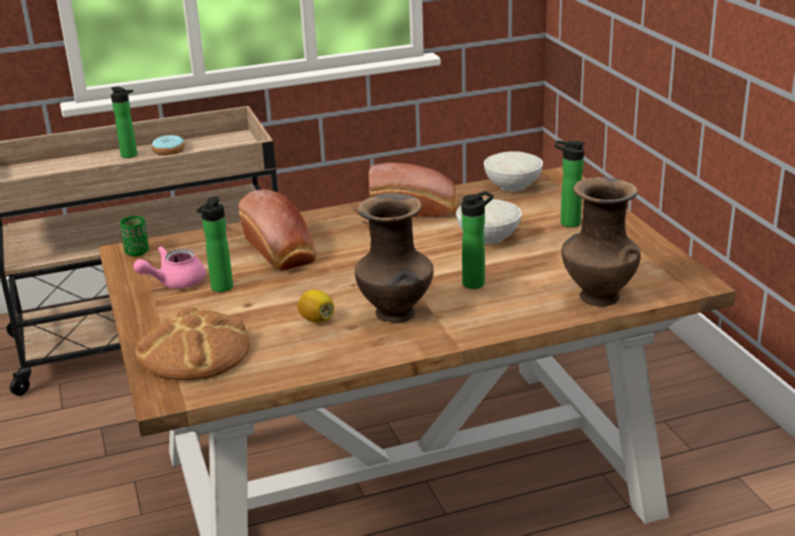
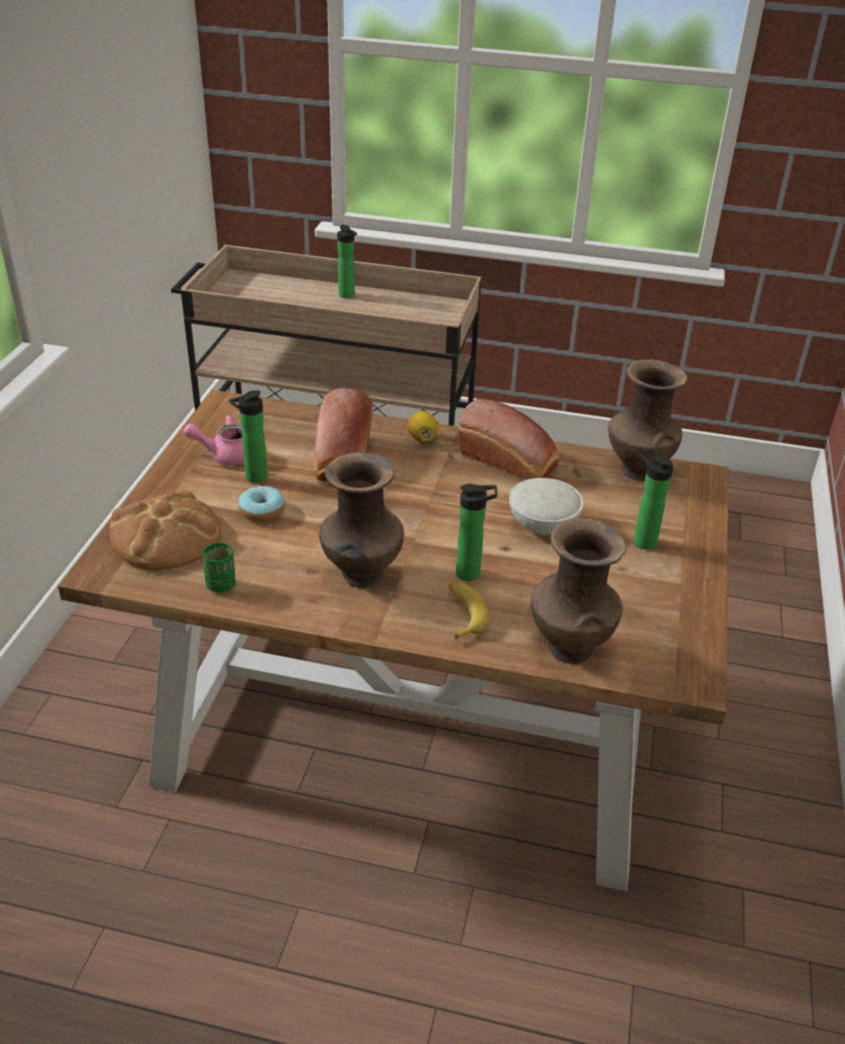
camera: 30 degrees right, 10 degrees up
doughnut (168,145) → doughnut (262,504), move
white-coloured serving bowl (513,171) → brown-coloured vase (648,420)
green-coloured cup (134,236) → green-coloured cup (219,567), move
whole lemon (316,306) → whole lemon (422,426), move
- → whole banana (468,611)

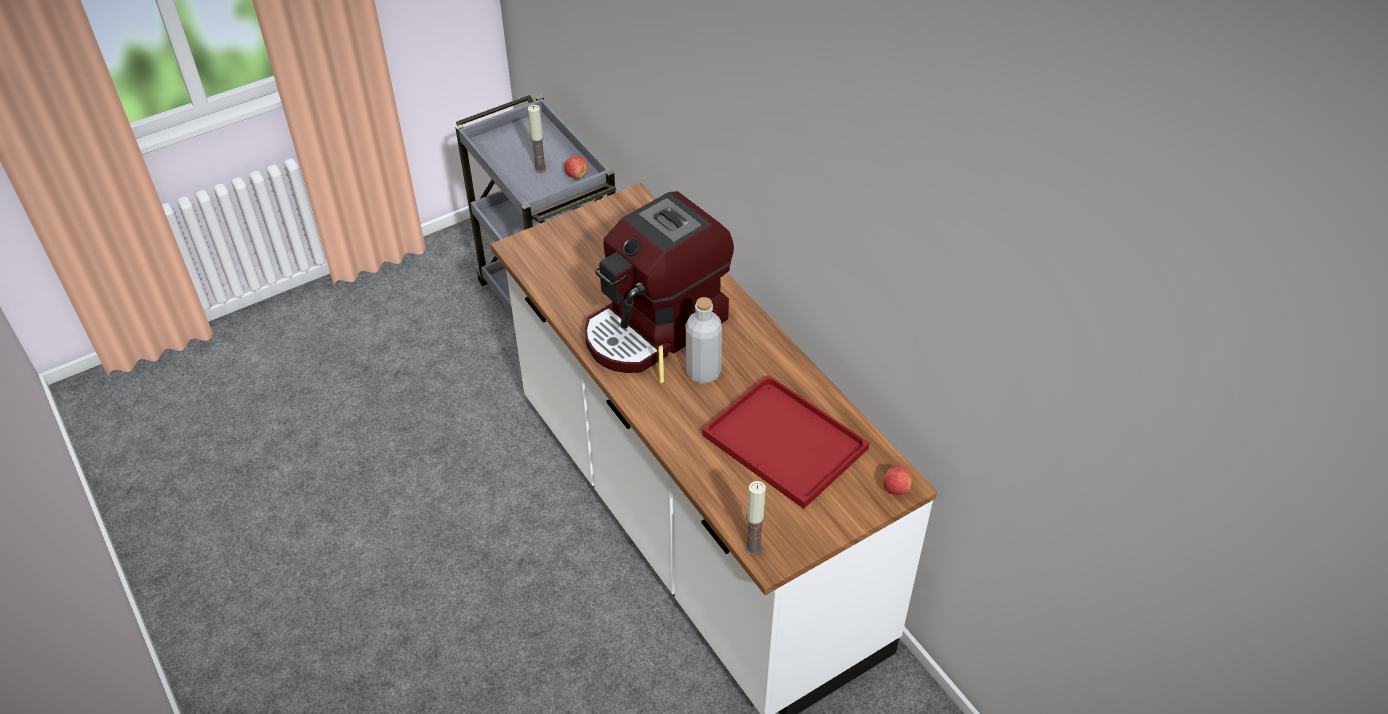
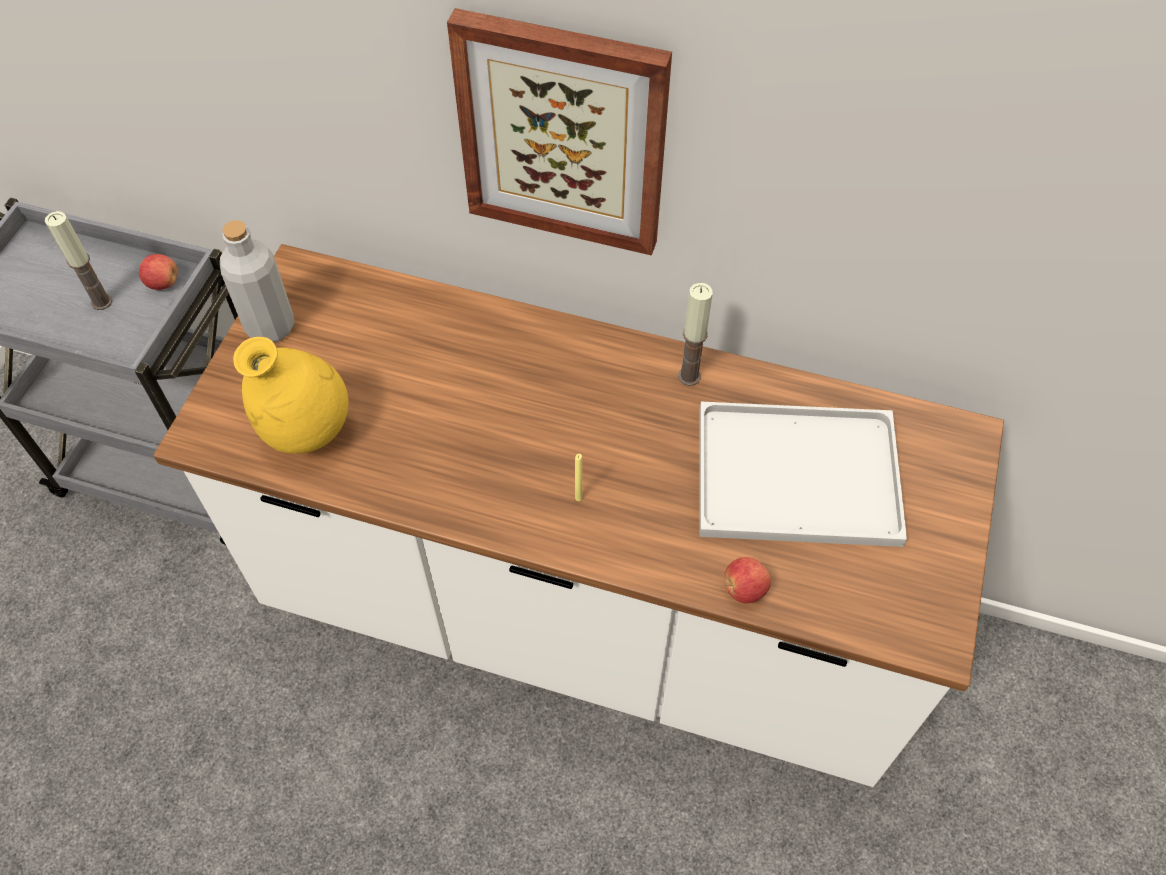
camera: 40 degrees left, 10 degrees up
coffee brewer (659,282) → -
gray drink bottle (704,340) → gray drink bottle (257,281), move
reddish carrying tray (785,442) → white-coloured carrying tray (803,474)
whole apple (898,480) → whole apple (747,580), move
wax light (755,518) → wax light (695,334), move
- → wall art (559,132)
- → yellow vase (291,395)

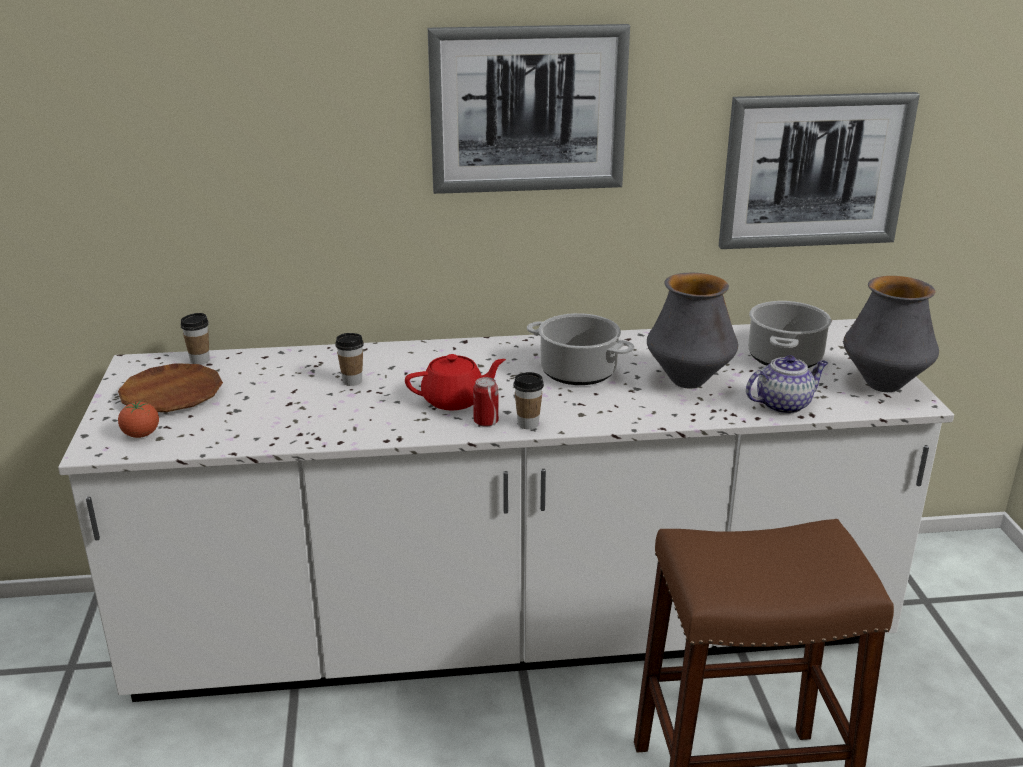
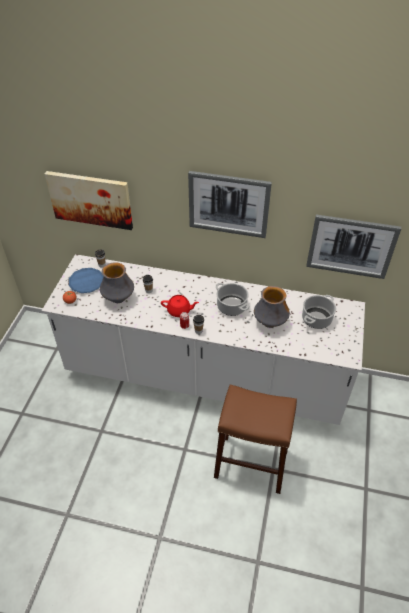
camera: 20 degrees right, 20 degrees up
vase (891,334) → vase (117,282), move
tea pot (787,384) → -
brown-coloured flat dish (170,387) → blue-coloured flat dish (86,280)
- → wall art (89,200)

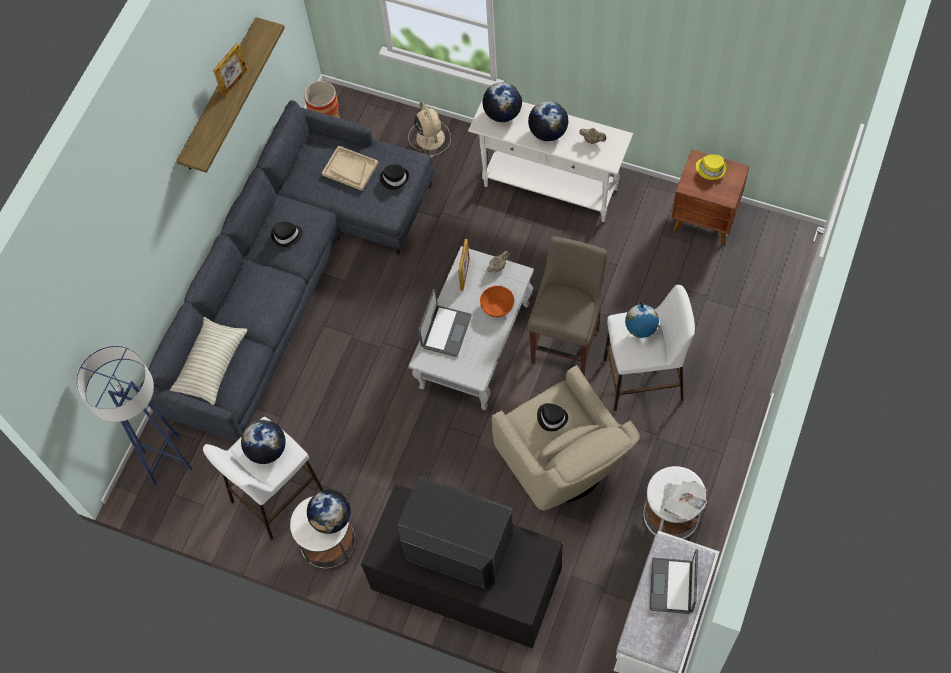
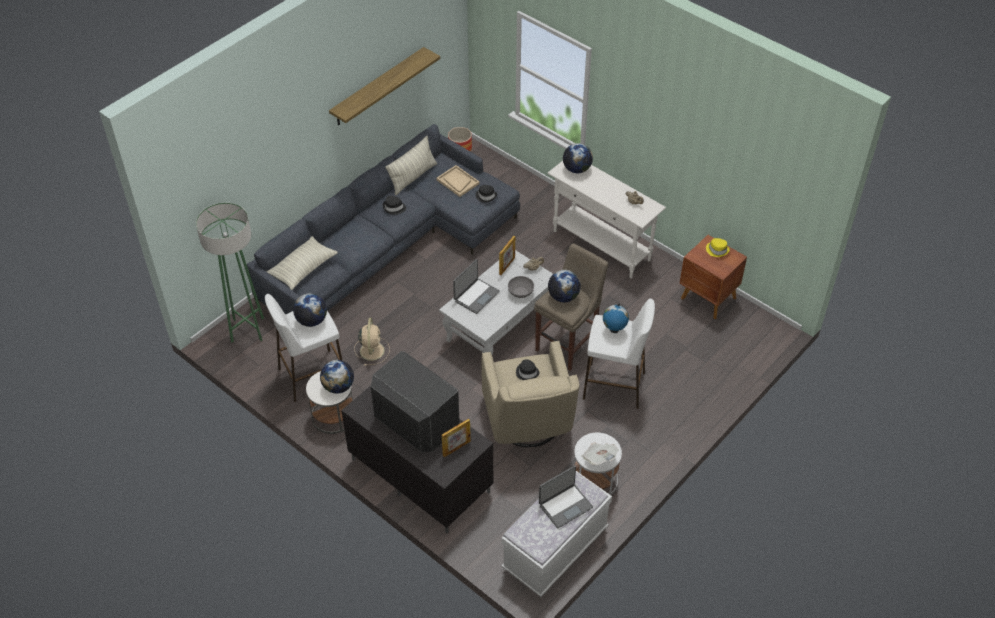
camera: 15 degrees right, 15 degrees down
standing frame (230,70) → standing frame (456,438), move
desk globe (548,121) → desk globe (564,286), move
beige-coloured fan (429,130) → beige-coloured fan (372,342), move
orangey serving bowl (497,301) → gray serving bowl (521,287)
blue-coloured standing lamp (134,416) → green-coloured standing lamp (230,272)
notebook computer (674,581) → notebook computer (566,497), 150 degrees counterclockwise
- → cushion (411,165)

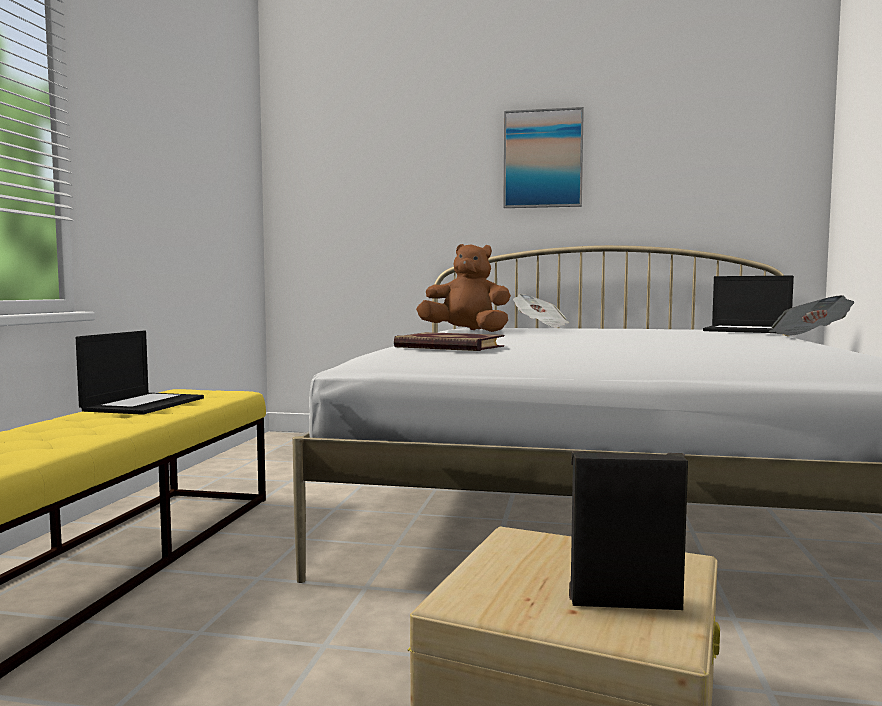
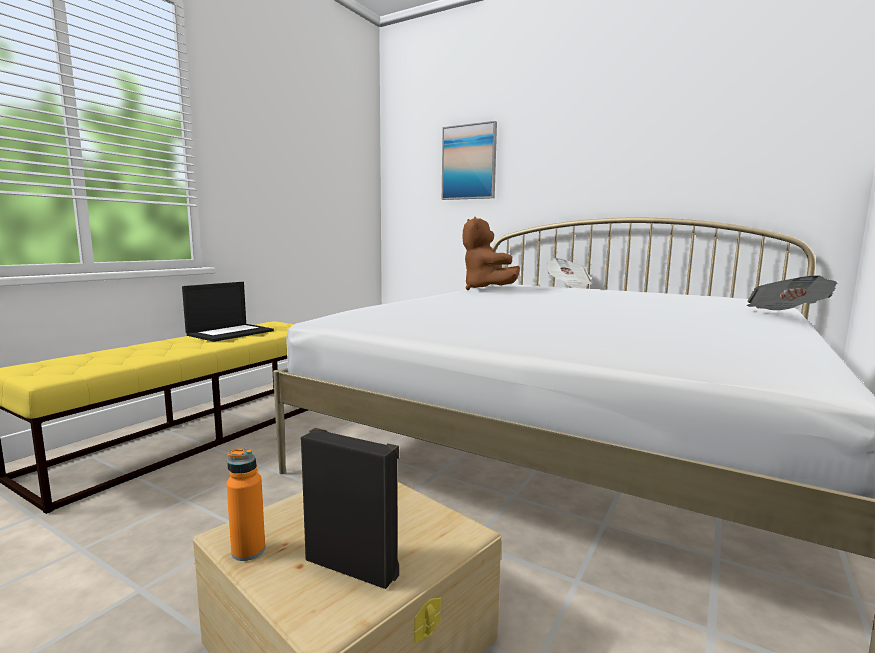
camera: 20 degrees right, 5 degrees up
wall art (543,157) → wall art (469,160), move
brown-coloured soft toy (463,288) → brown-coloured soft toy (491,253), 150 degrees counterclockwise
notebook computer (748,304) → -
book (449,341) → -
- → orangey drink bottle (245,505)

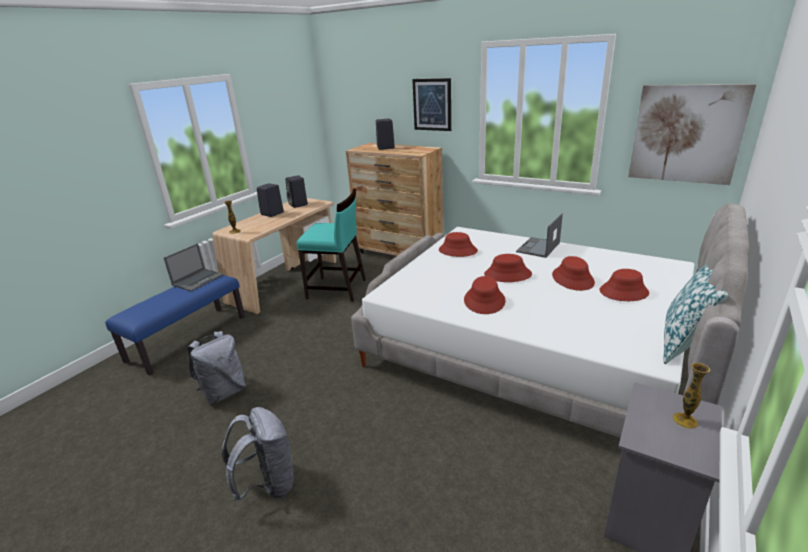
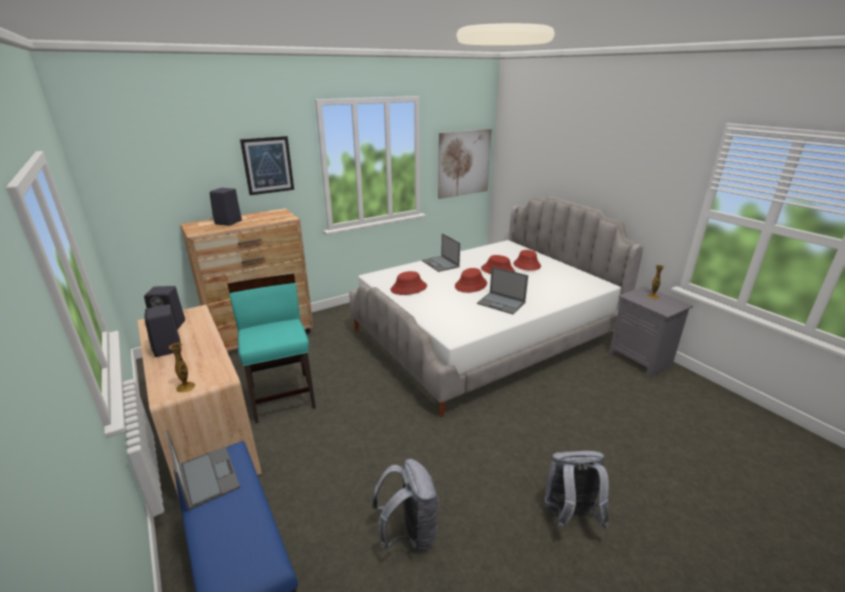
camera: 65 degrees left, 0 degrees up
blue-green plain chair (331,245) → blue-green plain chair (271,348), 60 degrees counterclockwise
cushion (695,314) → -
reddish wearable hat (485,295) → notebook computer (502,290)

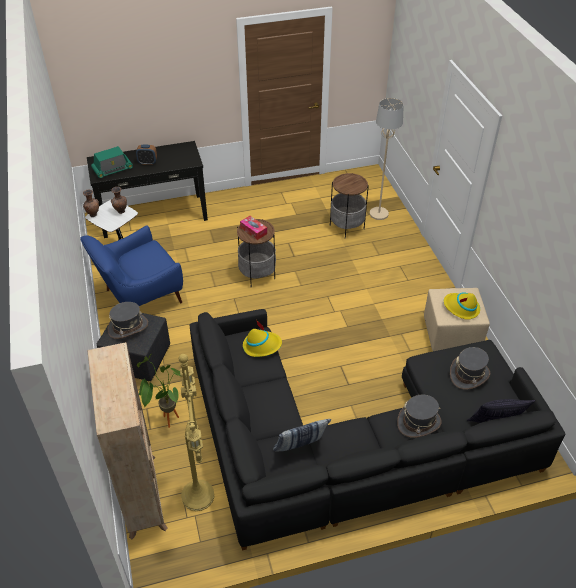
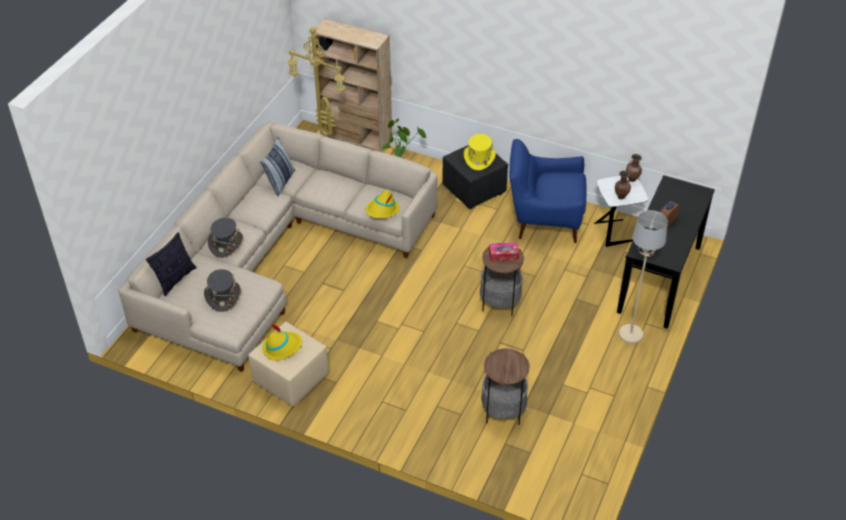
camera: 130 degrees right, 0 degrees up
beige-coloured standing lamp (387,159) → beige-coloured standing lamp (643,277), move
radio (112,162) → -
blue-coloured easy chair (131,265) → blue-coloured easy chair (547,191), 90 degrees counterclockwise
gray wearable hat (128,320) → yellow wearable hat (480,152)
blackish sofa (378,430) → beige-coloured sofa (278,246)

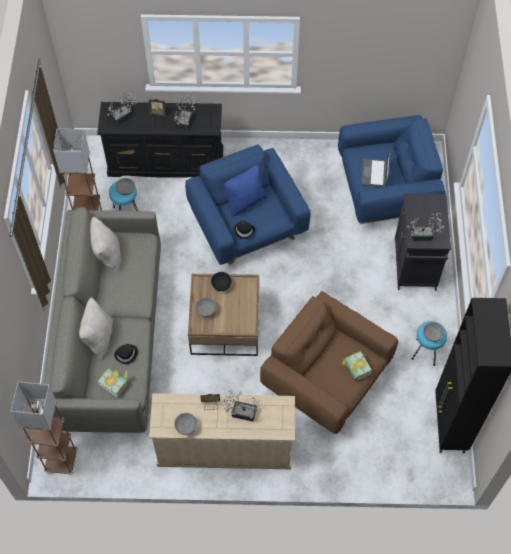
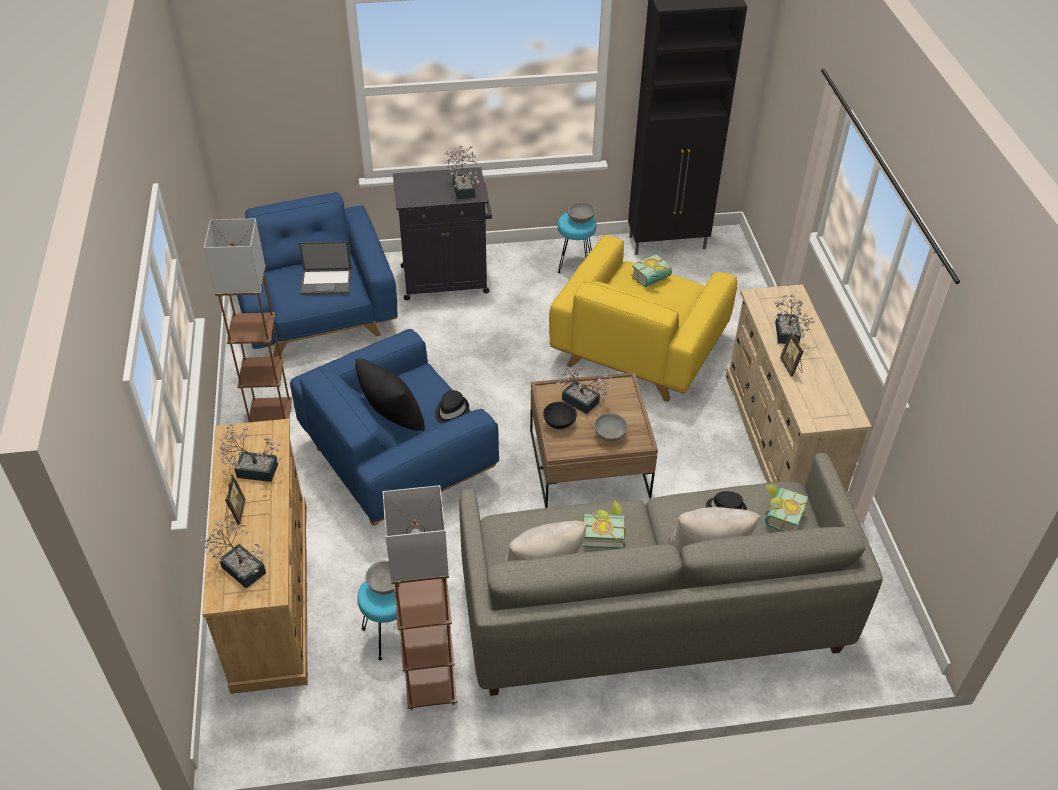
camera: 100 degrees left, 15 degrees down
blackish dresser (160,140) → beige-coloured dresser (255,556)
blue-coloured cushion (245,191) → blackish cushion (390,395)
brown-coloured easy chair (329,362) → yellow easy chair (643,318)
brown-coloured standing lamp (44,428) → brown-coloured standing lamp (248,320), move
gray serving bowl (185,424) → -
- → houseplant (584,390)
- → book (604,525)

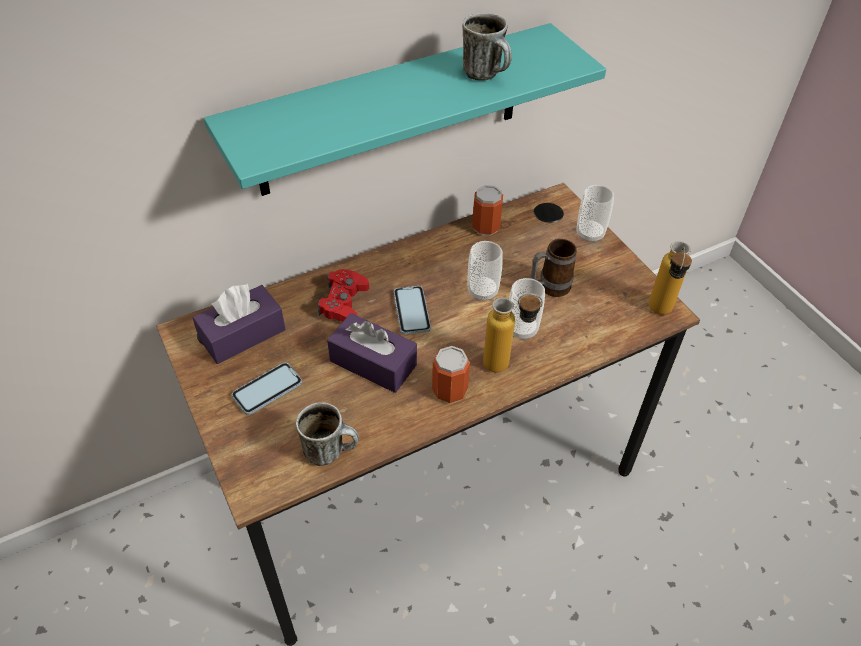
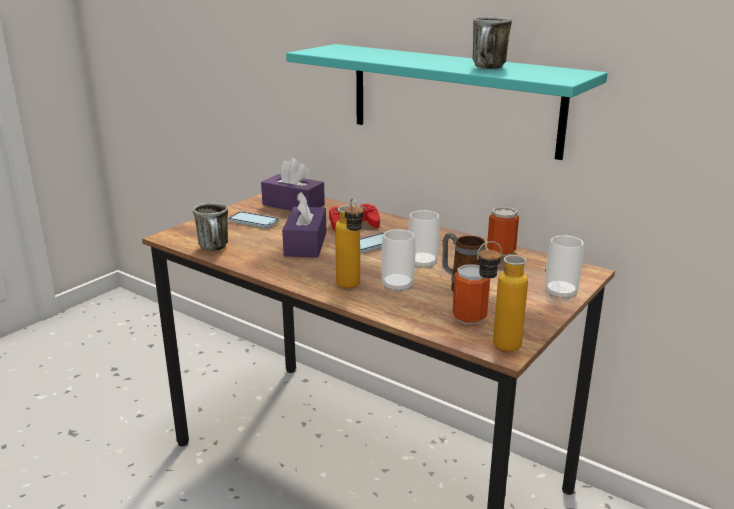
camera: 65 degrees right, 25 degrees down
can (451,374) → can (471,294), move

